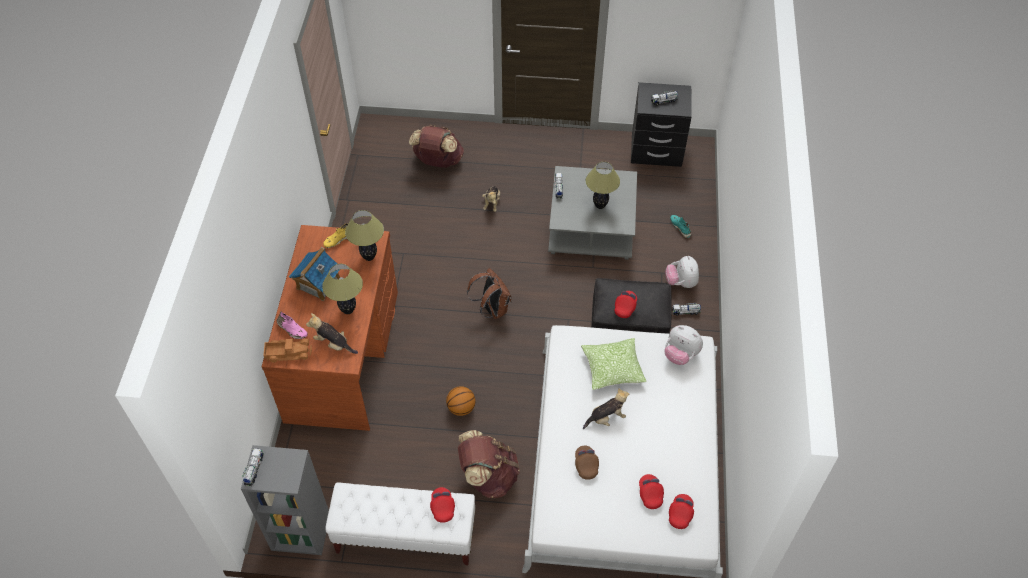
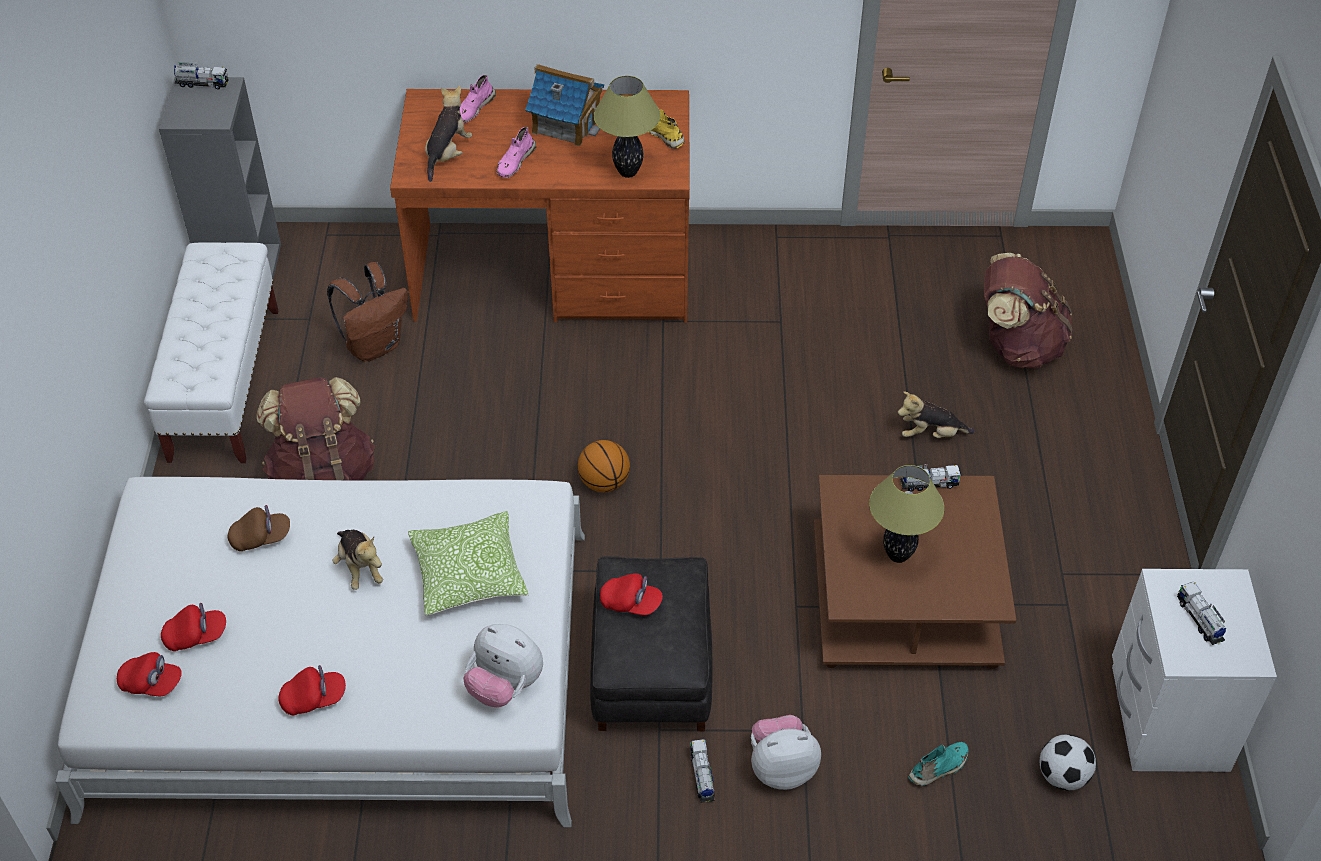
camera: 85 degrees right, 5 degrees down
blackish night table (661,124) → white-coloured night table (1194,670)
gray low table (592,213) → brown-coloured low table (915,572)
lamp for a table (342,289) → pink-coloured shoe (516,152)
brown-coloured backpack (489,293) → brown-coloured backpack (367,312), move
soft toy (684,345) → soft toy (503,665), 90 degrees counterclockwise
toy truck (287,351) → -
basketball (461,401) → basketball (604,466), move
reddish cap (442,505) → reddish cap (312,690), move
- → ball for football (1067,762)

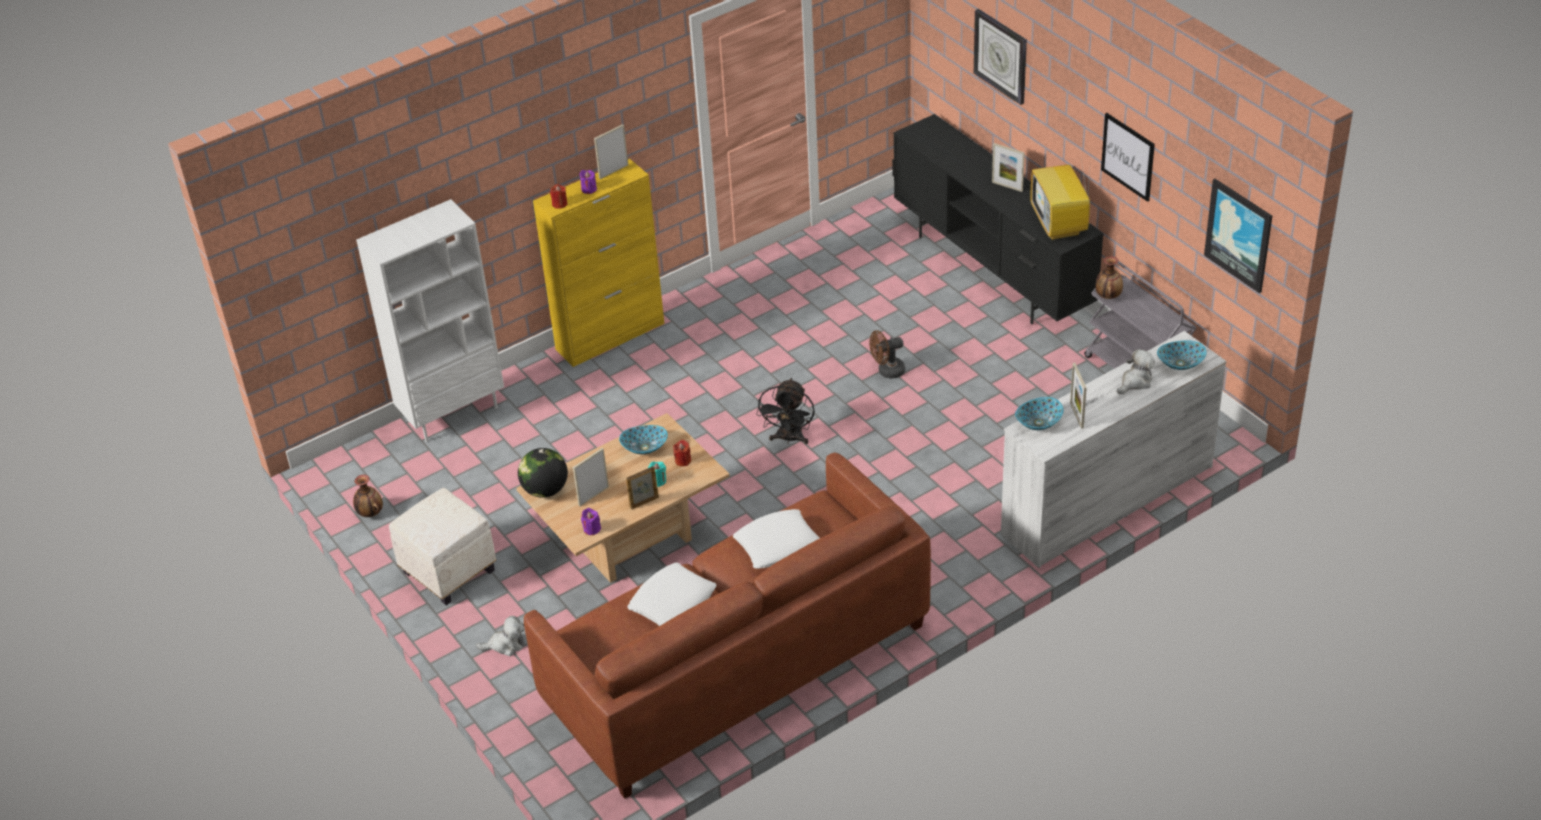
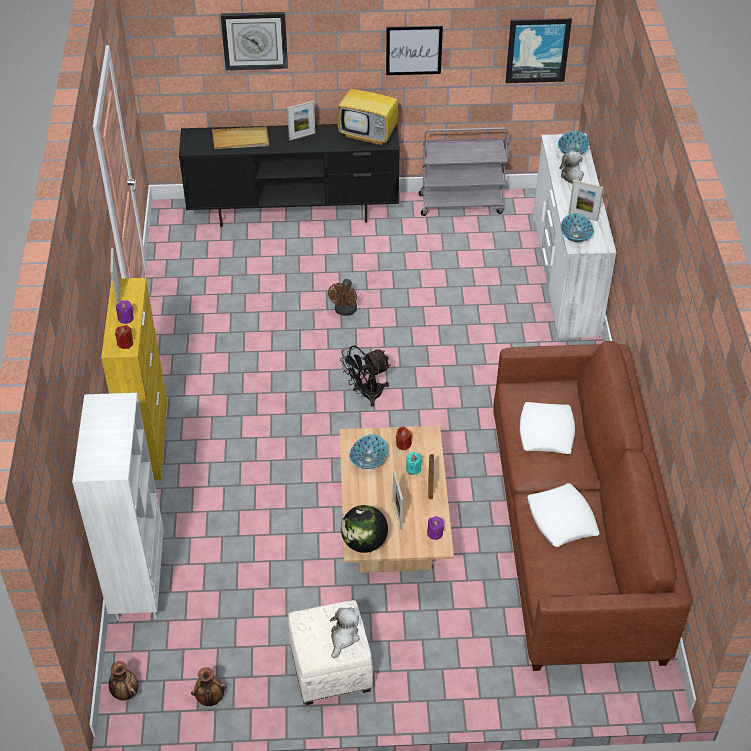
camera: 60 degrees left, 5 degrees up
vase (1109,277) → vase (123,680), move
blackish fan (785,411) → blackish fan (365,376), 105 degrees clockwise
soft toy (500,636) → soft toy (345,632), move
- → beige-coloured carrying tray (240,137)

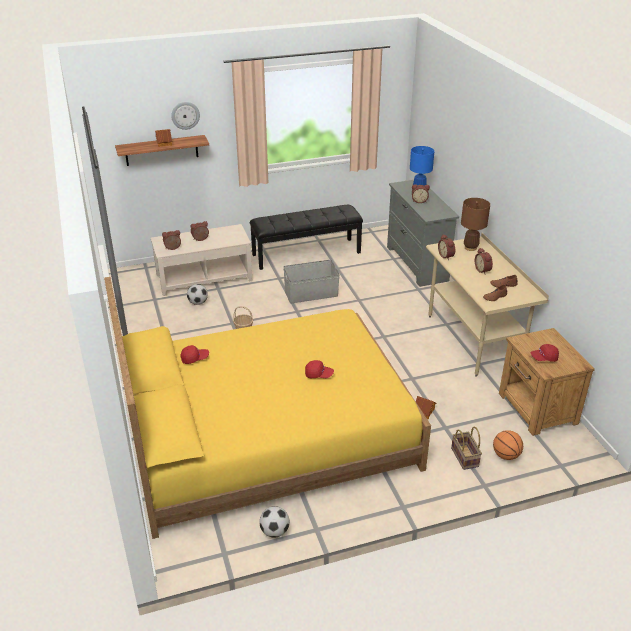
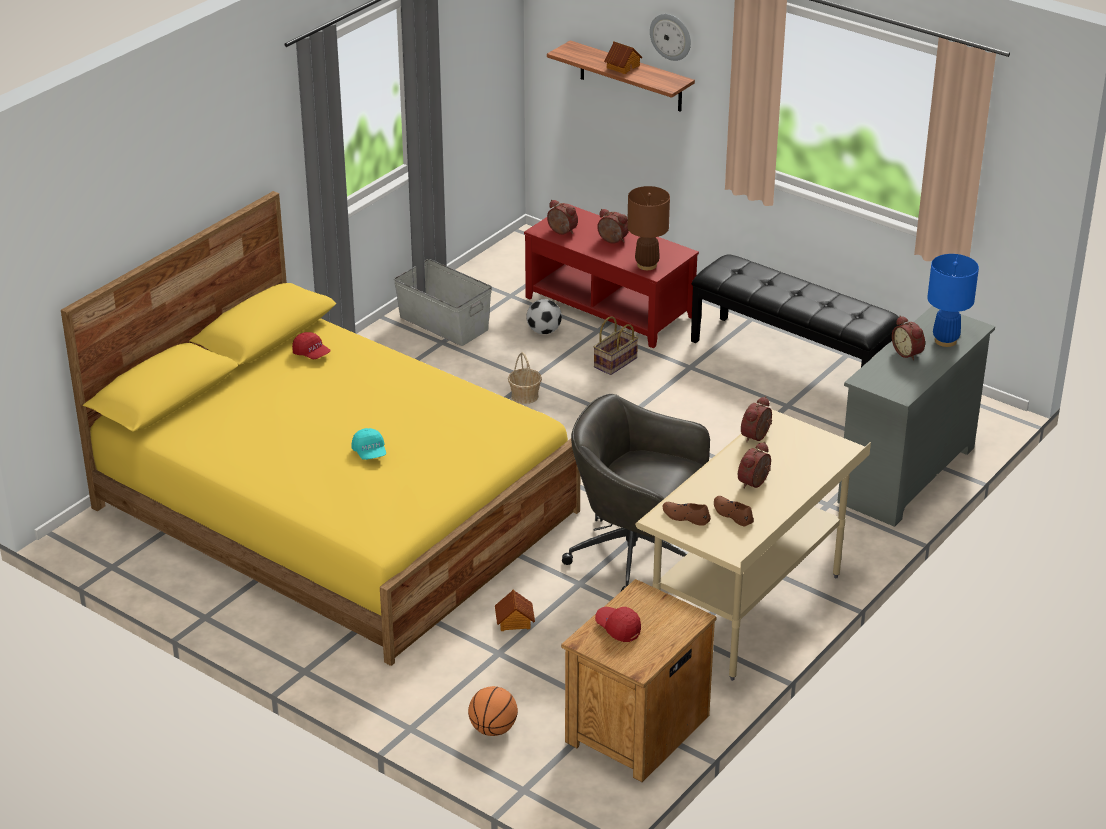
camera: 55 degrees right, 0 degrees up
brown-coloured lamp for a table (475,224) → brown-coloured lamp for a table (648,228), move
beige-coloured low table (201,260) → reddish low table (611,276)
gray storage bin (311,281) → gray storage bin (443,302), move
reddish cap (319,369) → blue-green cap (368,444)
basket (466,448) → basket (615,345), move
ball for football (274,522) → -
- → gray office chair (636,492)

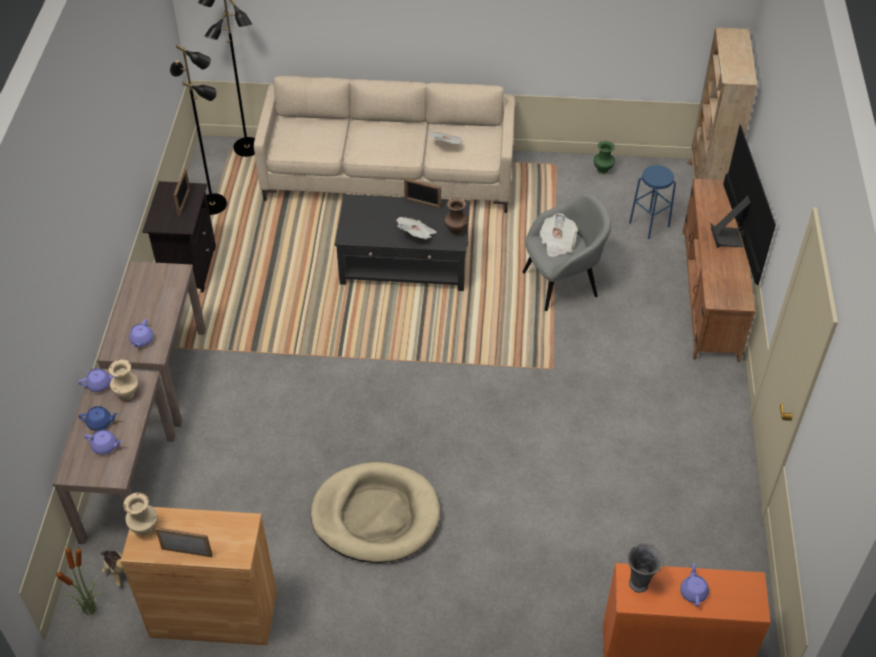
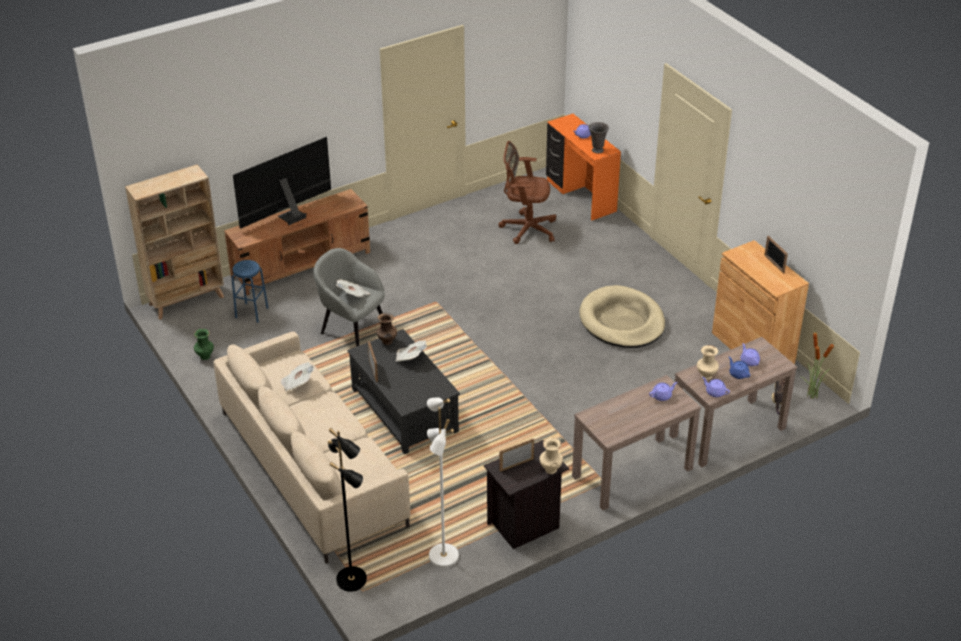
camera: 125 degrees left, 10 degrees down
blackish standing lamp (198,129) → white-coloured standing lamp (443,482)
beige-coloured vase (140,514) → beige-coloured vase (551,456), move
- → brown-coloured office chair (527,192)

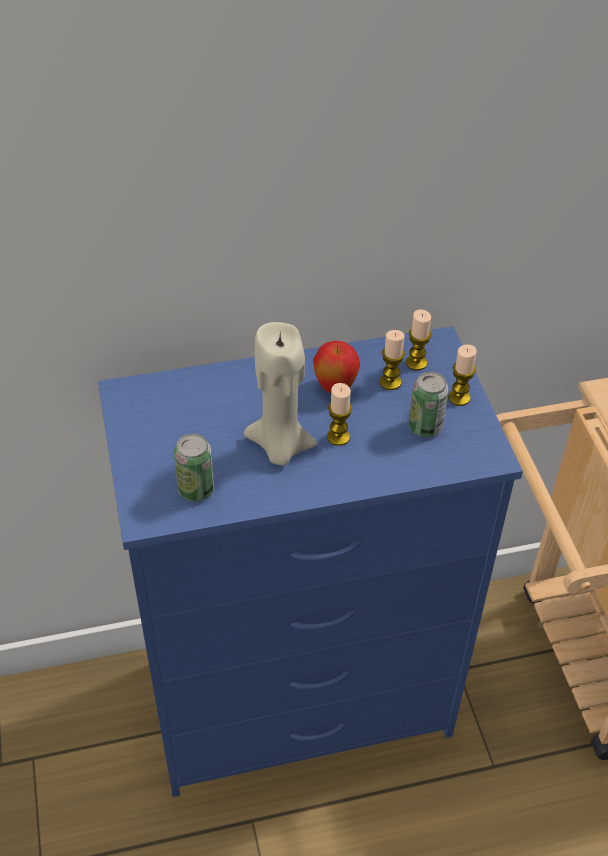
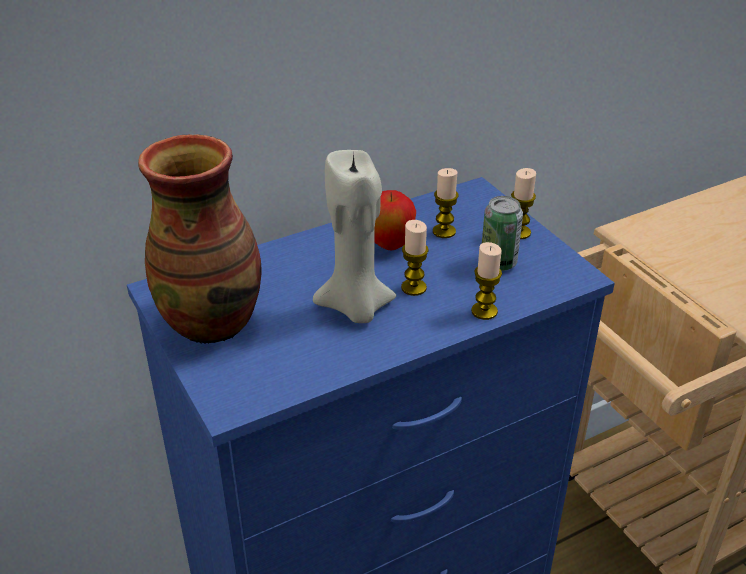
camera: 15 degrees left, 10 degrees down
wax light (418,340) → wax light (486,281), move
can (194,467) → -
- → vase (200,238)

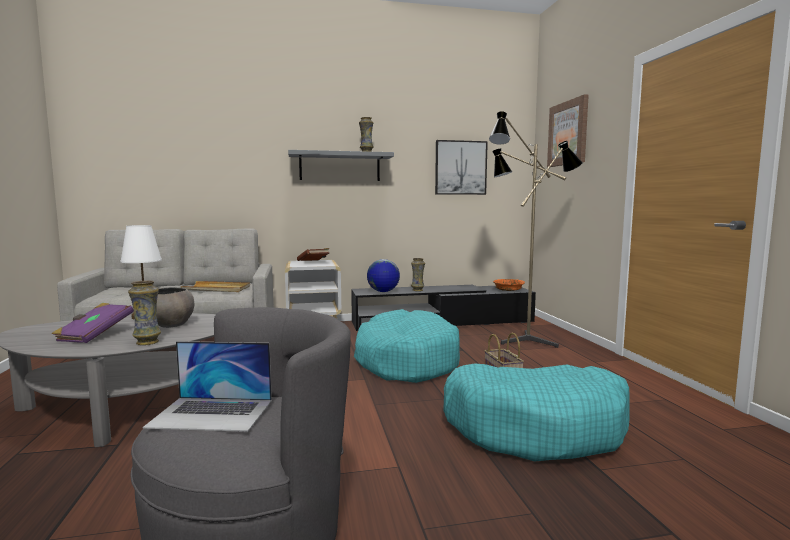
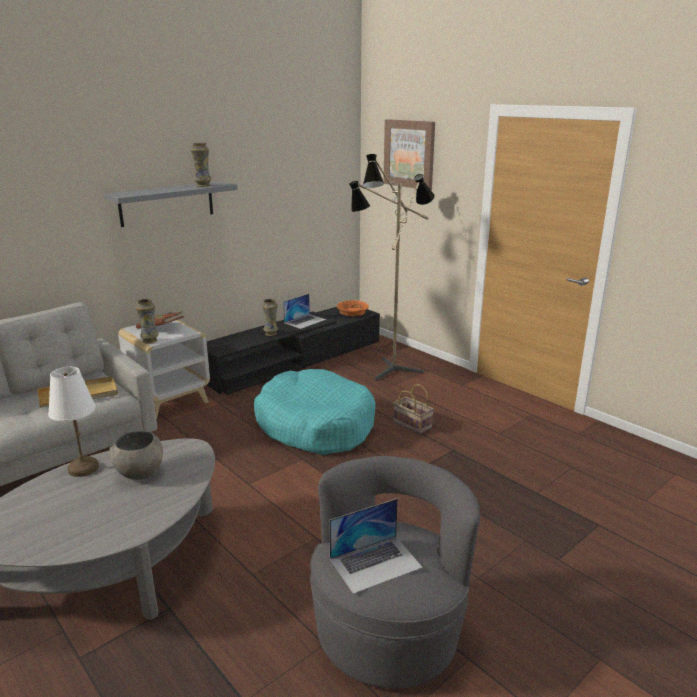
camera: 30 degrees left, 15 degrees up
wall art (461,167) → -
desk globe (383,275) → -
vase (144,312) → vase (147,321), move
purple-coloured book (93,323) → -
blue-green dog bed (536,412) → -
- → notebook computer (304,311)

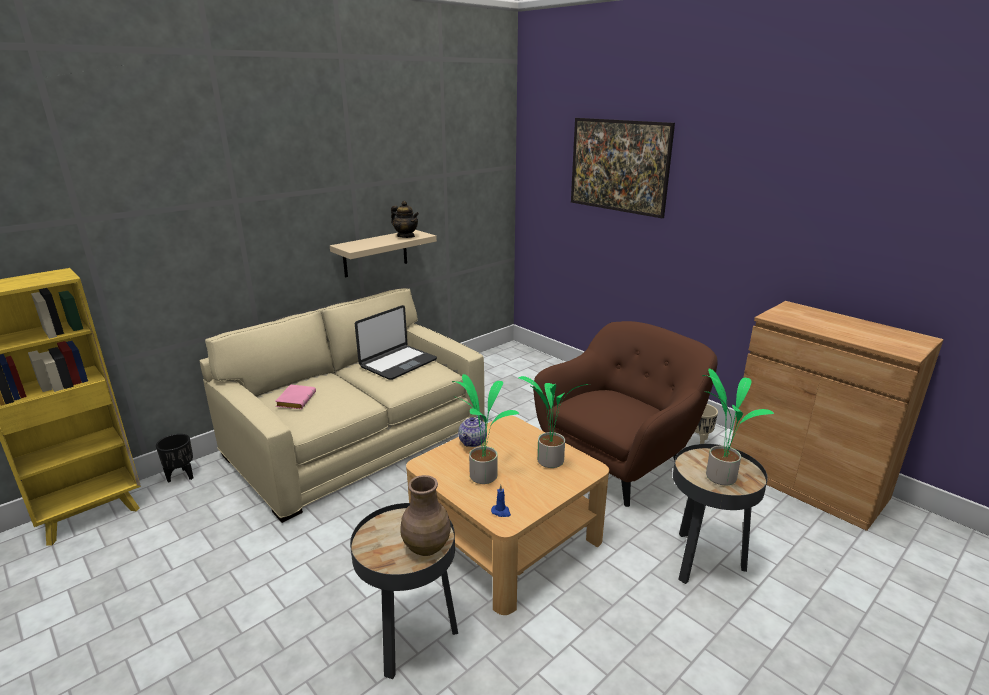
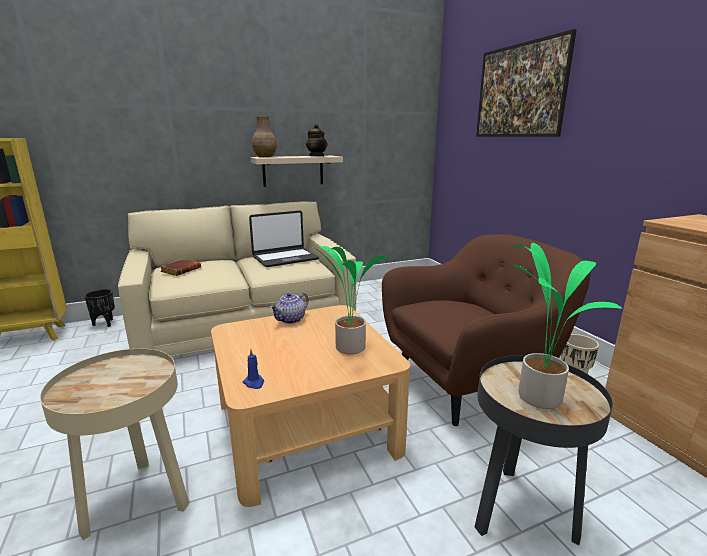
camera: 20 degrees right, 5 degrees down
houseplant (486,429) → -
pink-coloured book (295,396) → brown-coloured book (180,267)
brown-coloured vase (425,515) → brown-coloured vase (264,136), move
blackish accent table (404,591) → beige-coloured accent table (114,444)

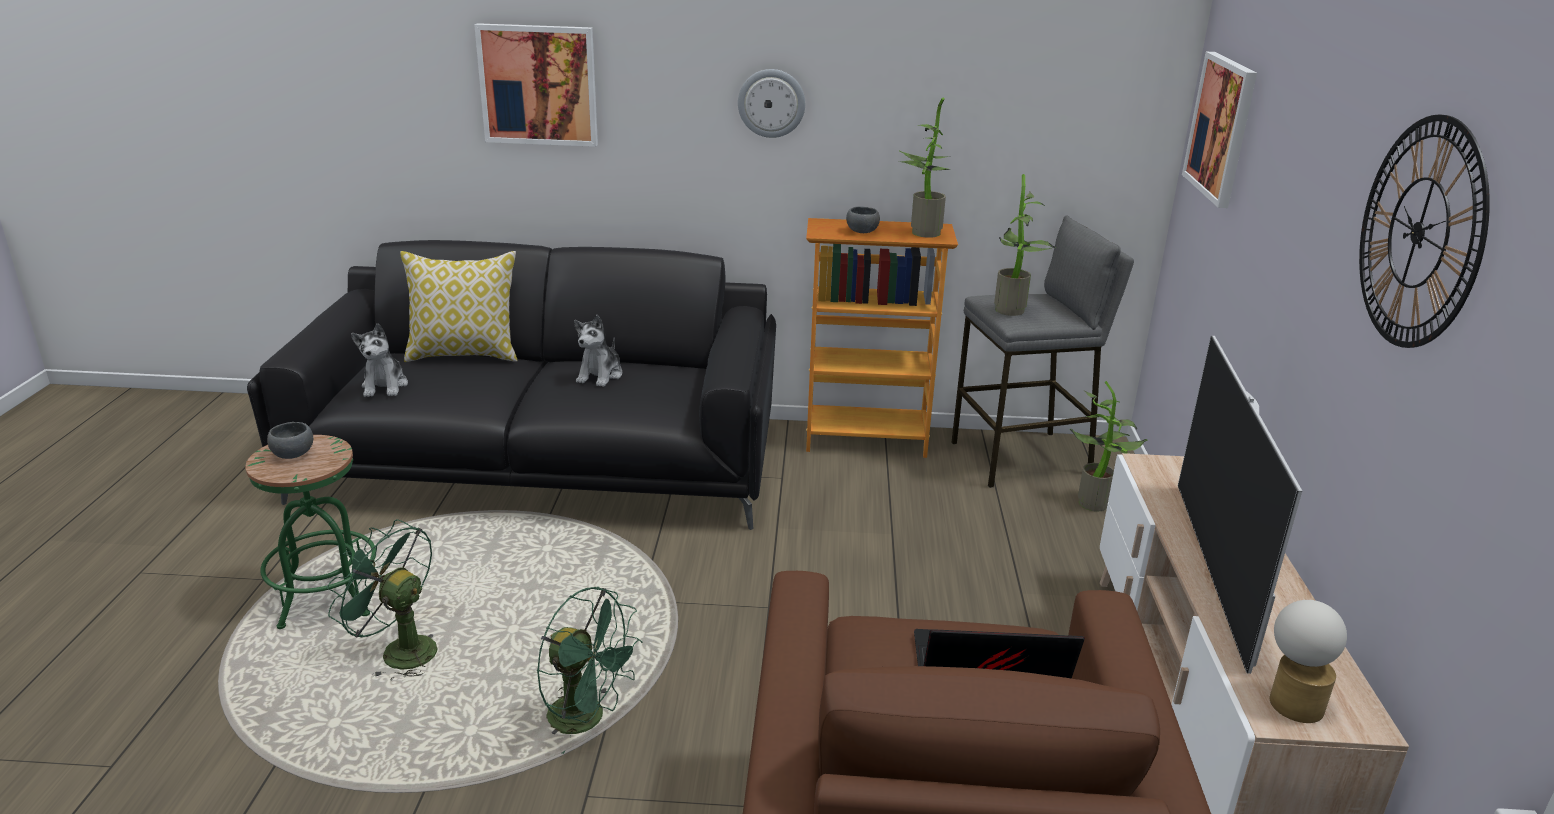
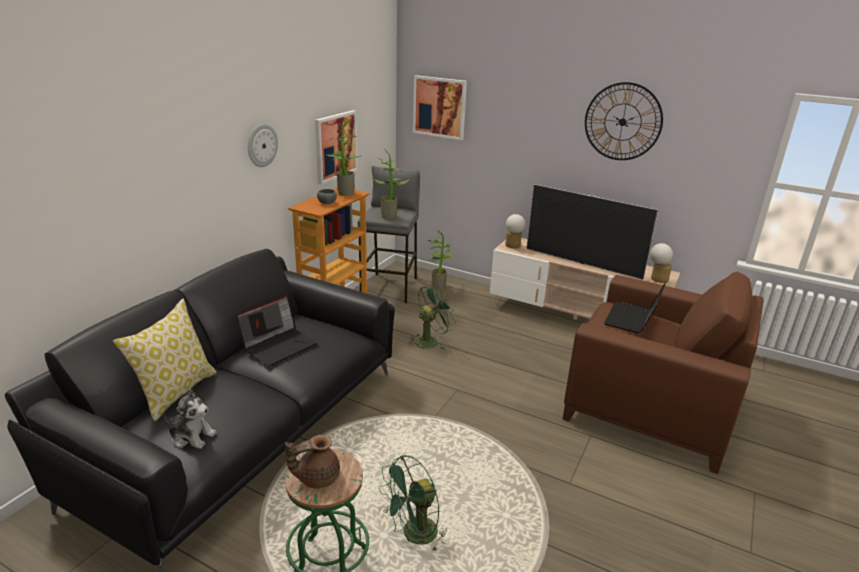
camera: 65 degrees left, 0 degrees up
wall art (536,85) → wall art (336,147), move
soft toy (598,351) → notebook computer (277,331)
gray serving bowl (290,440) → brown-coloured tea pot (312,461)
green-coloured fan (589,670) → green-coloured fan (432,317), move
- → lamp for a table (515,231)

